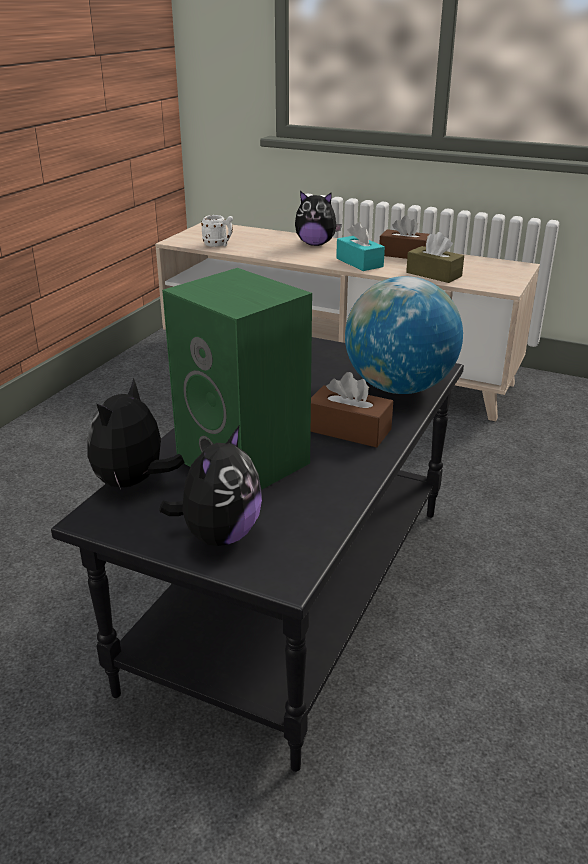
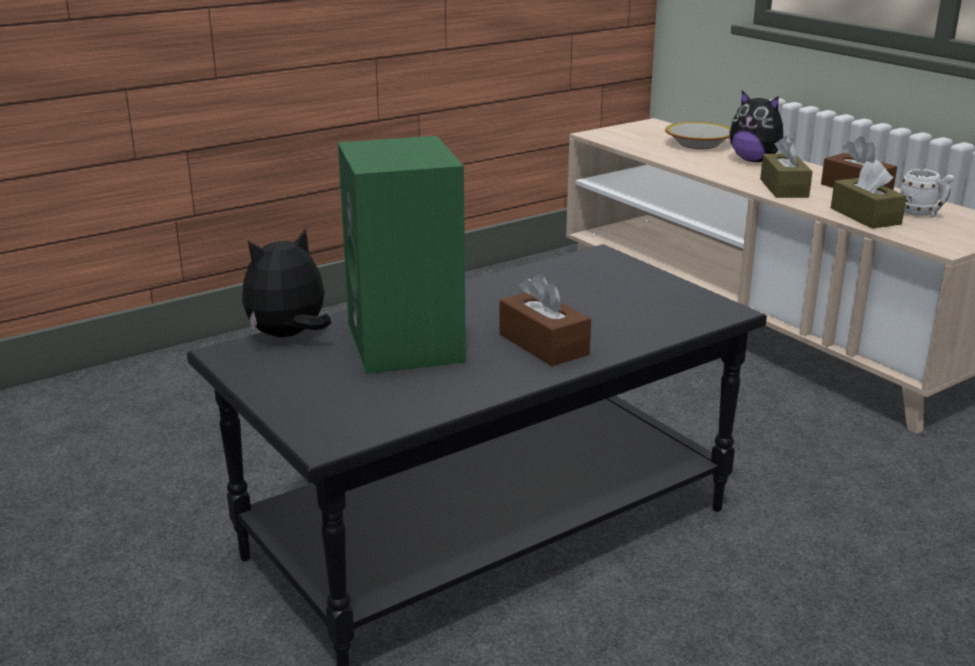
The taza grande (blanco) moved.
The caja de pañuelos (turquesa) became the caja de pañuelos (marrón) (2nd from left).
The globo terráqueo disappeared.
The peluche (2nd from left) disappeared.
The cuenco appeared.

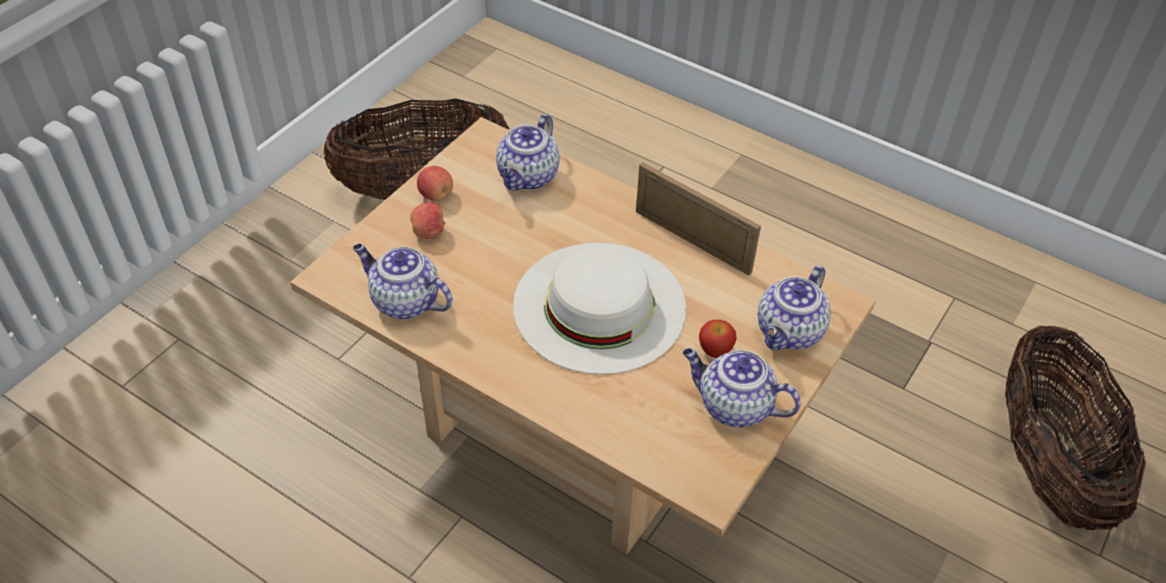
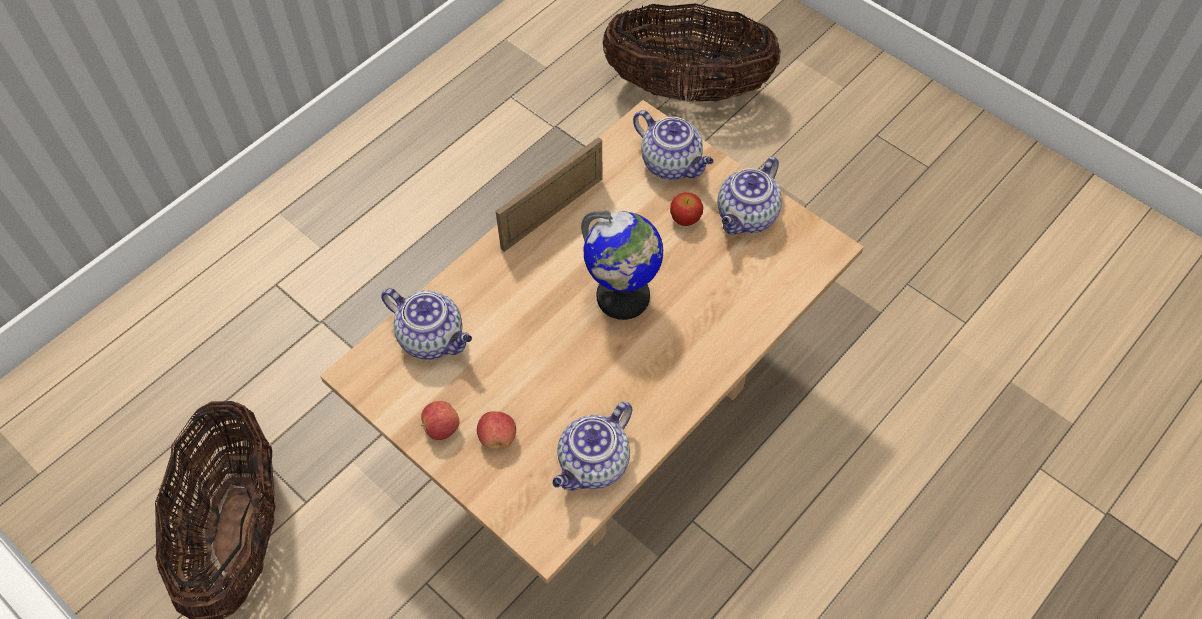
The sombrero (blanco) was replaced by the globo terráqueo.

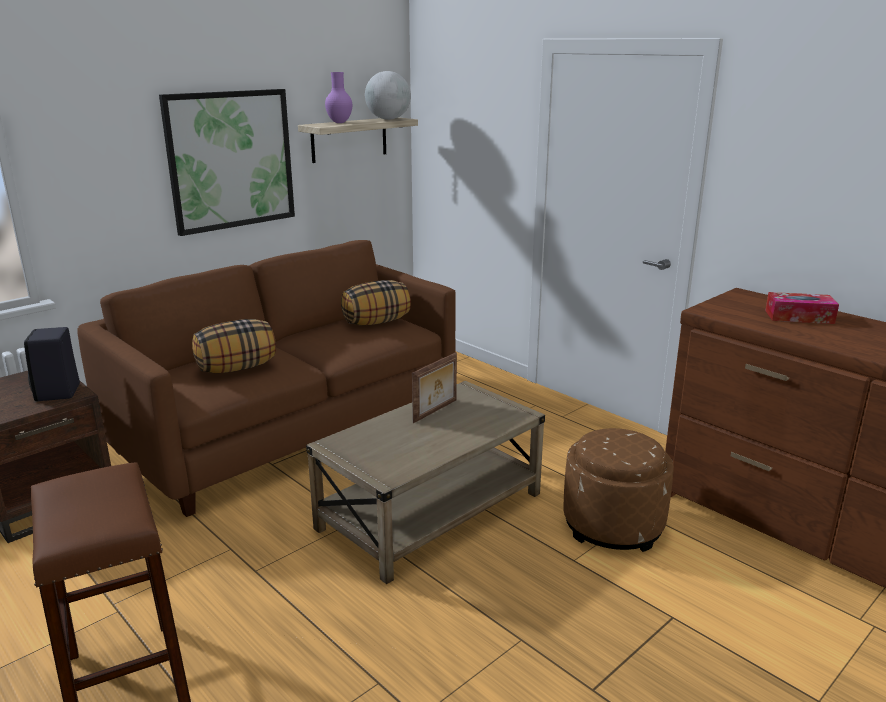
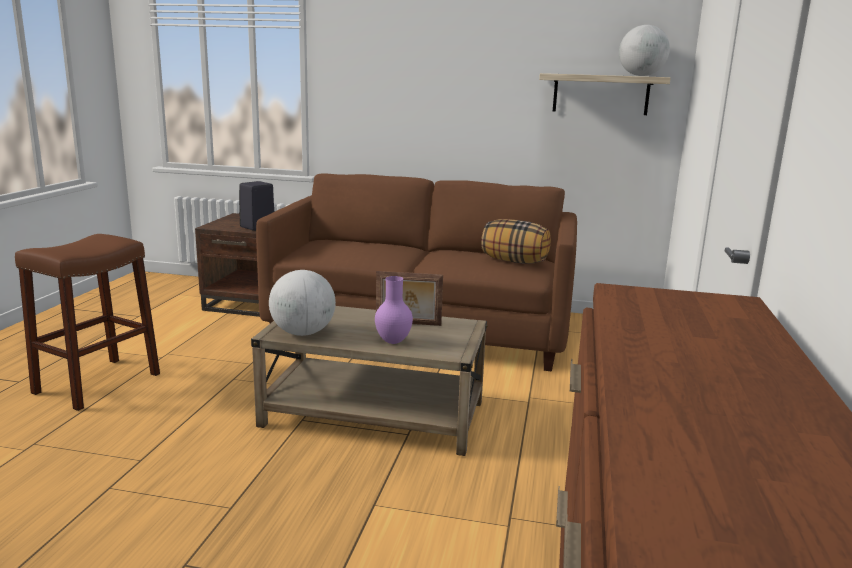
The florero (morado) moved.
The cuadro disappeared.
The caja de pañuelos disappeared.
The cojín (1st from left) disappeared.
The puf (marrón) disappeared.
The globo terráqueo (1st from left) appeared.

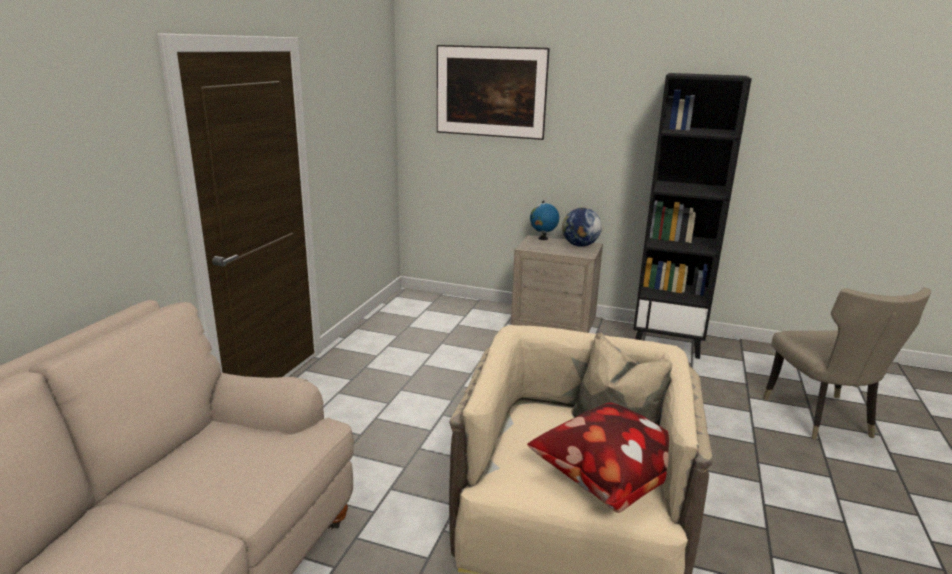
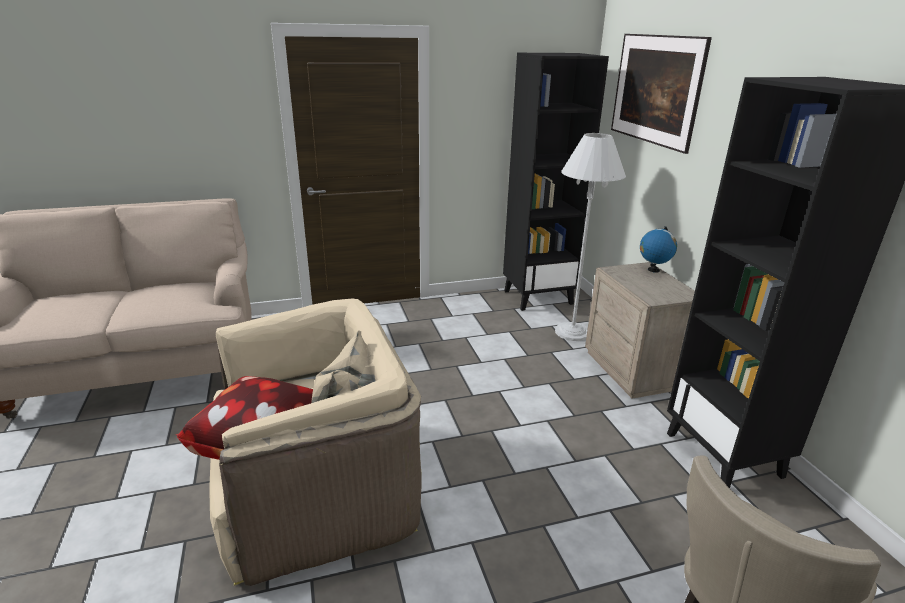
The globo terráqueo (2nd from left) disappeared.
The estantería (negro) (1st from left) appeared.
The lámpara de pie (blanco) appeared.

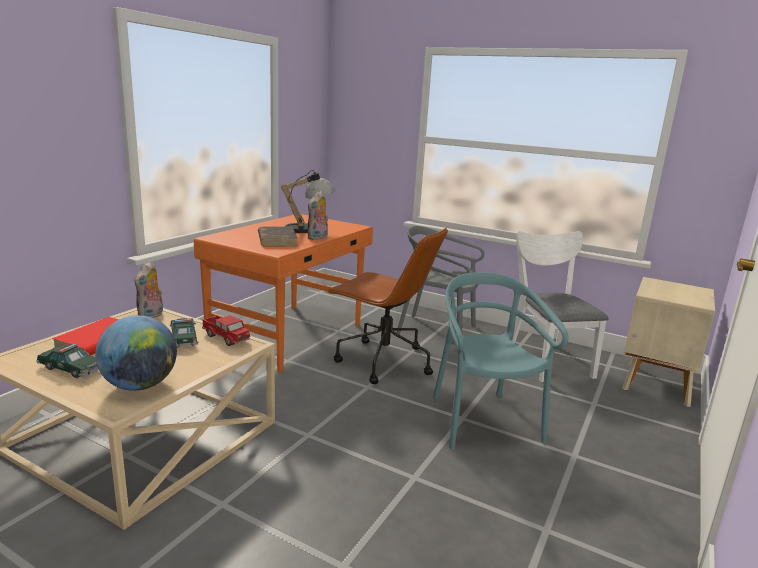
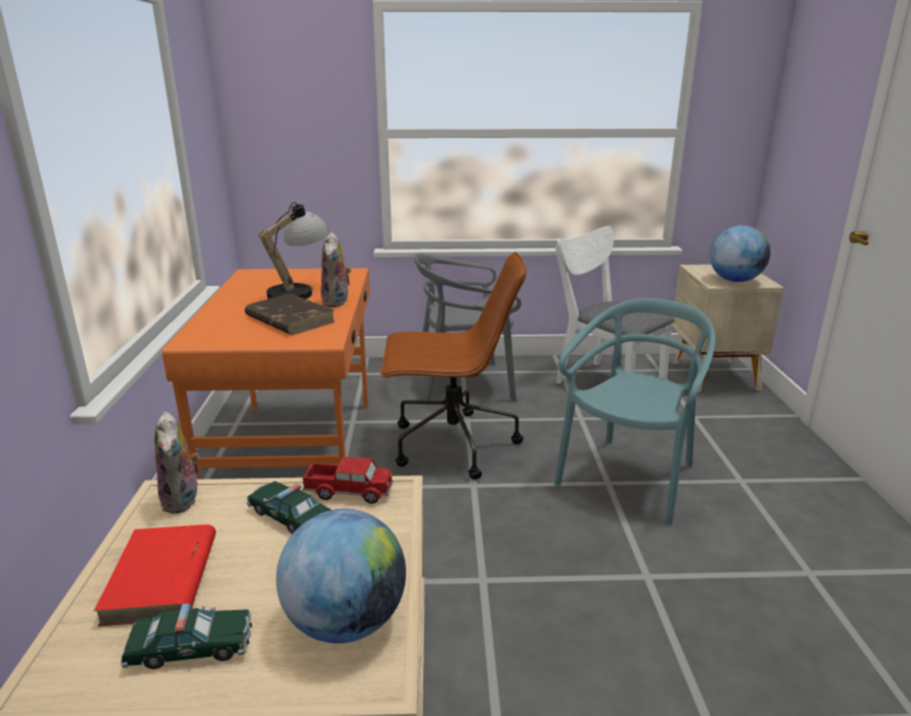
The silla (turquesa) turned 75 degrees clockwise.
The globo terráqueo (2nd from left) appeared.

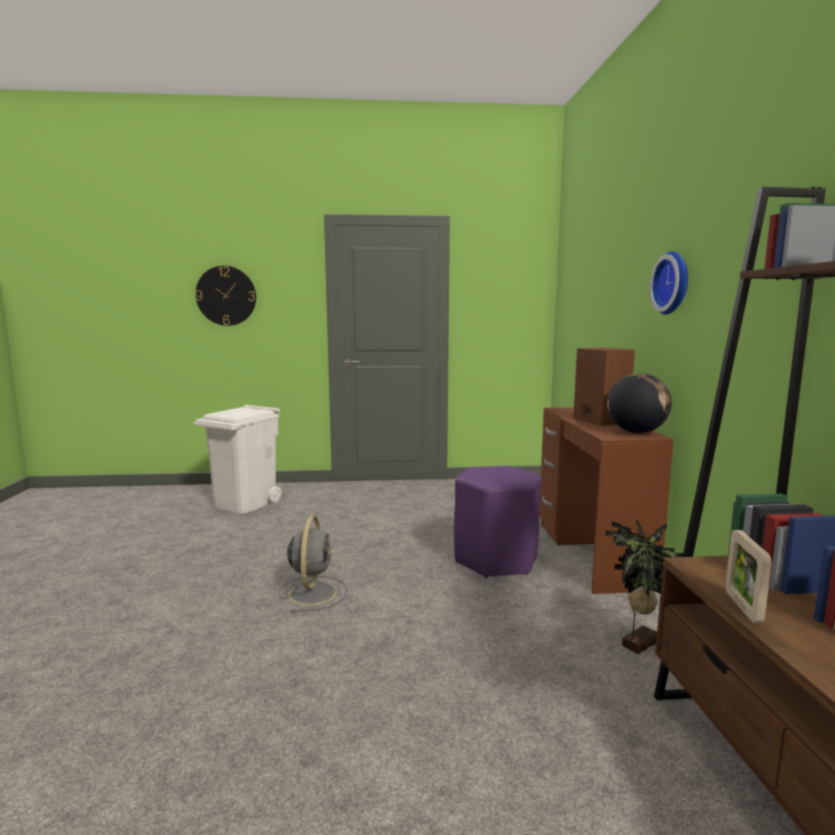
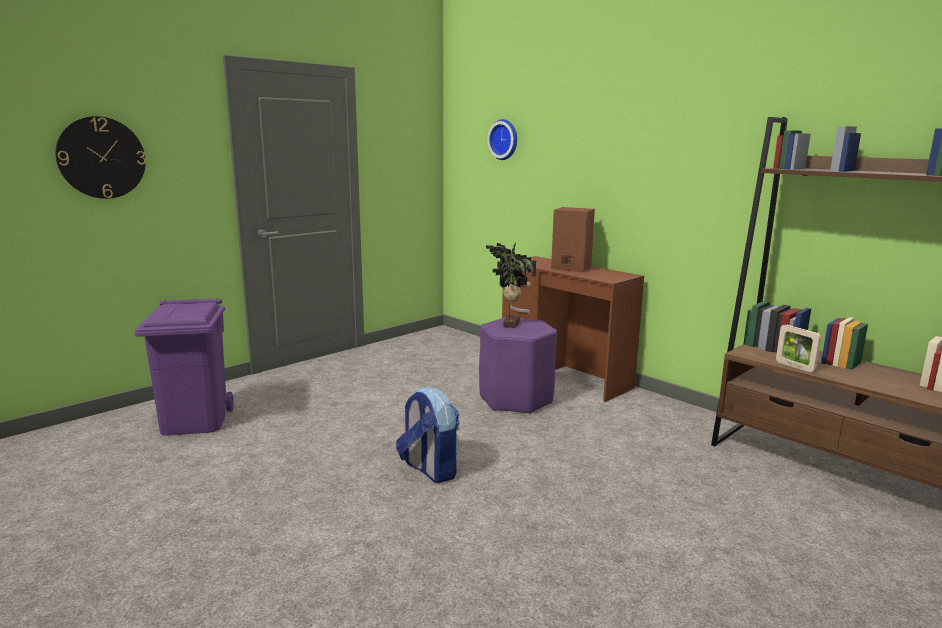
The reloj de pared (2nd from left) moved.
The globo terráqueo disappeared.
The papelera (blanco) became the papelera (morado).
The ventilador (gris) was replaced by the mochila.
The planta en maceta moved.

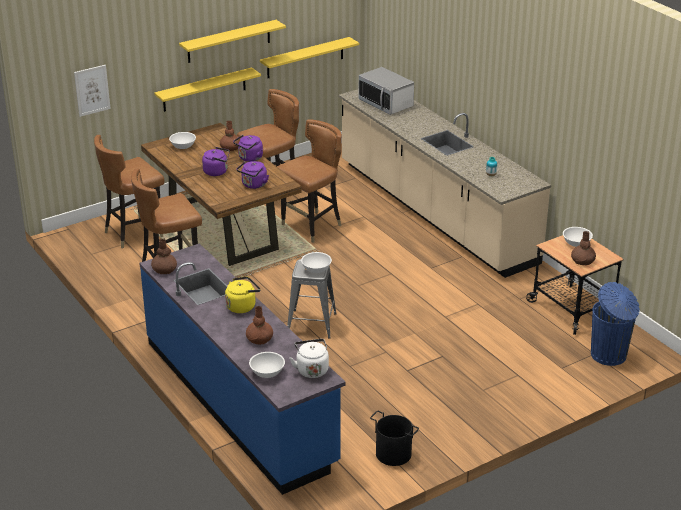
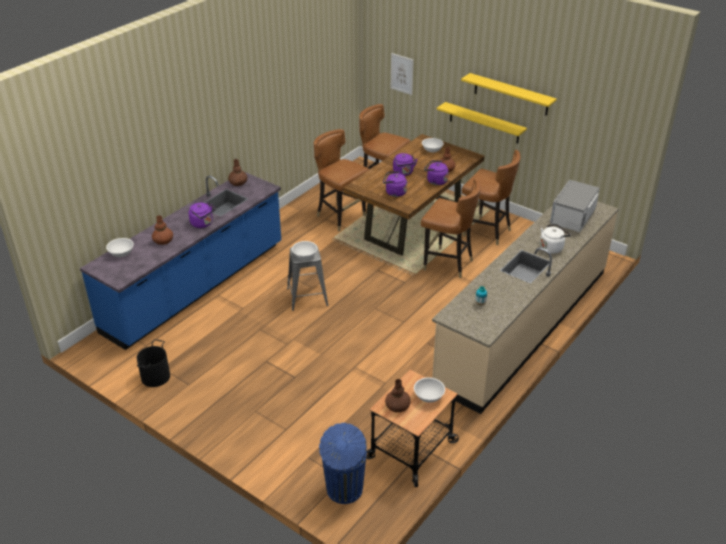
The estante (amarillo) (3rd from left) disappeared.
The hervidor (amarillo) became the hervidor (morado) (1st from left).
The hervidor (blanco) moved.

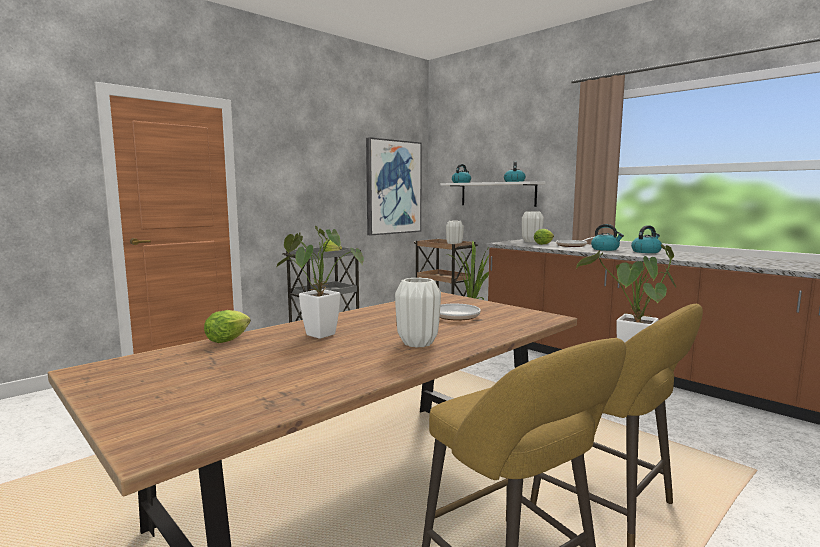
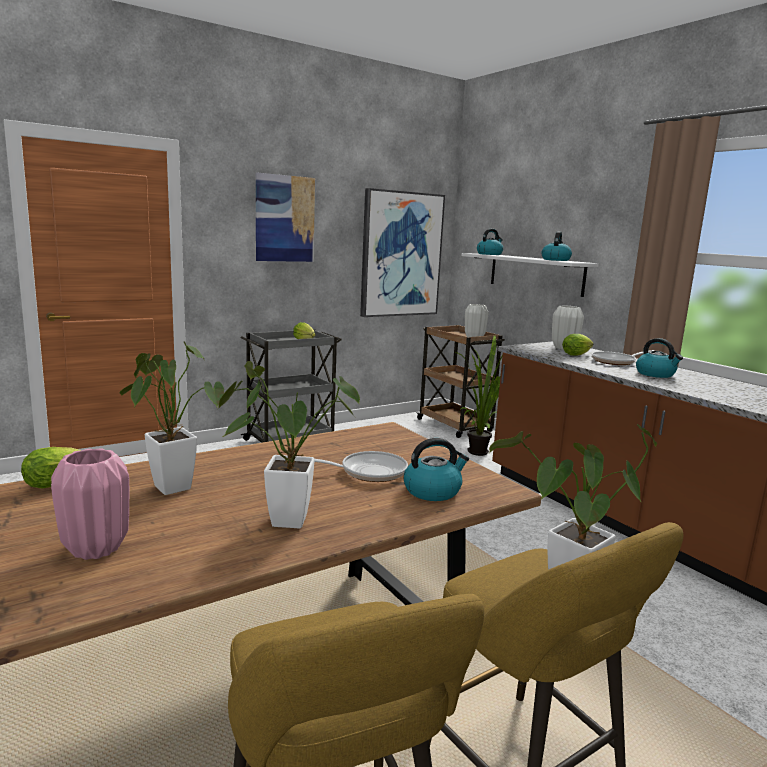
The hervidor (4th from left in the first image) moved.
The florero (blanco) (1st from left) was replaced by the planta en maceta (2nd from left).
The cuadro (1st from left) appeared.
The florero (rosa) appeared.

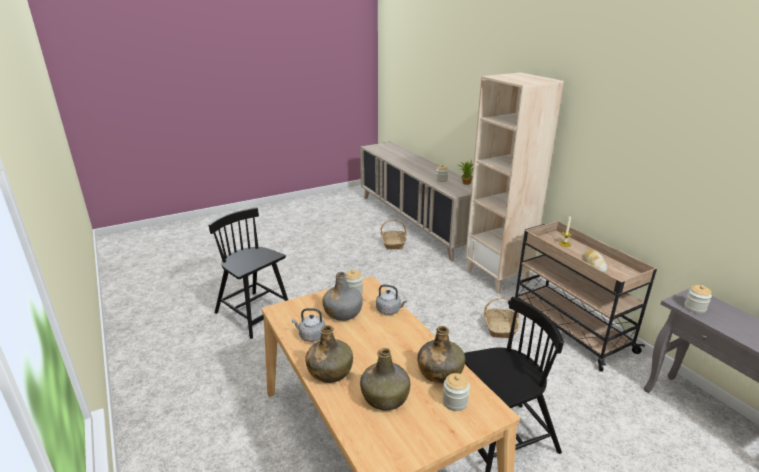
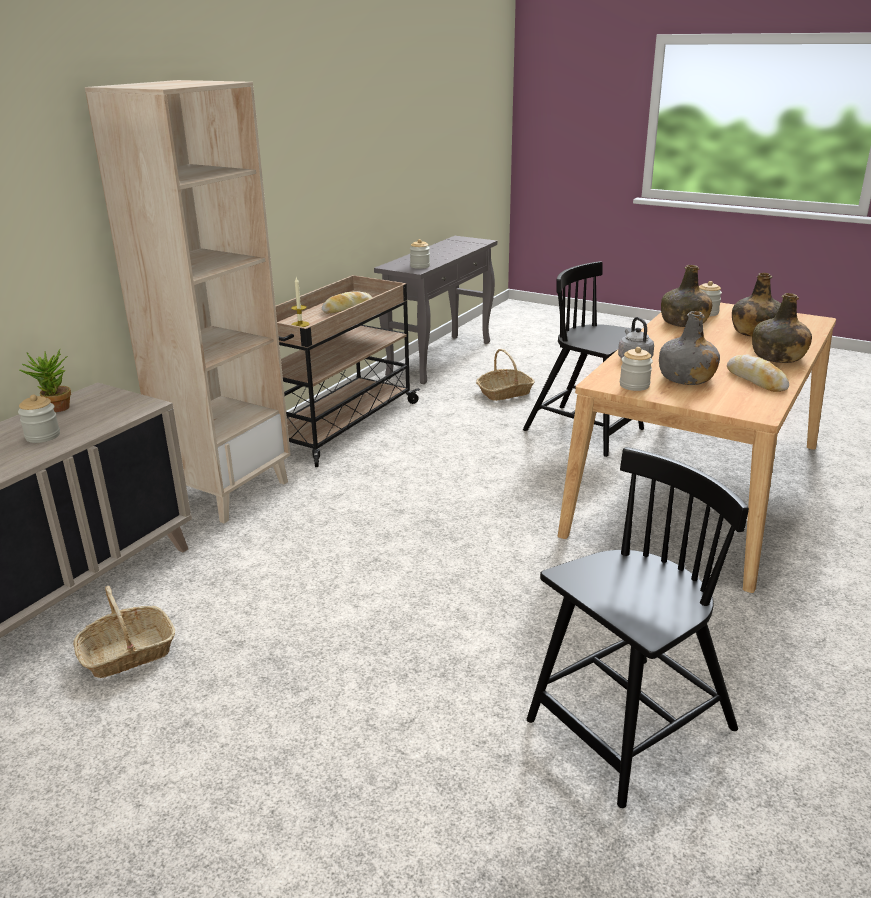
The silla (negro) (1st from left in the first image) turned 135 degrees counterclockwise.
The cesta (2nd from left) moved.
The hervidor (gris) (1st from left) was replaced by the pan (2nd from left).

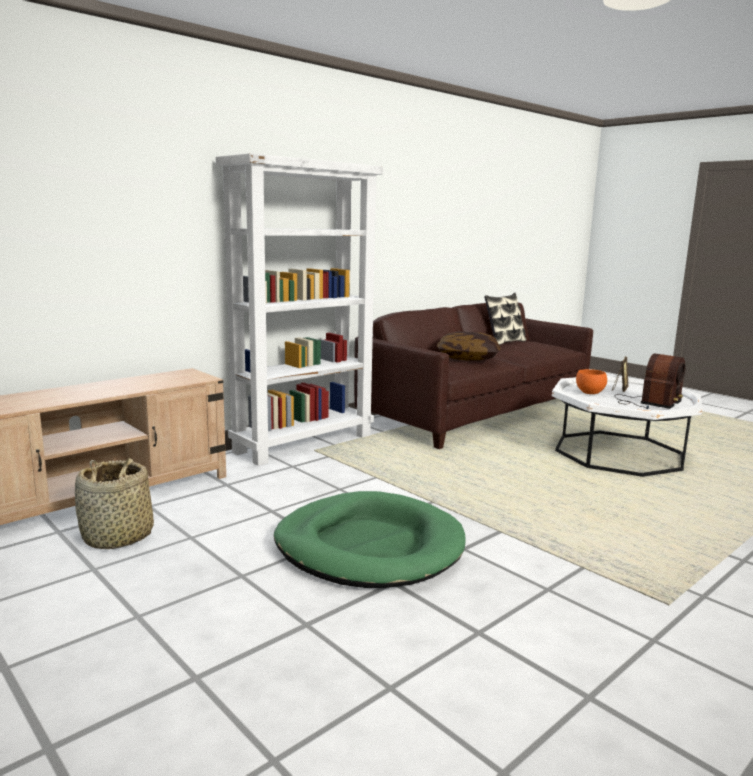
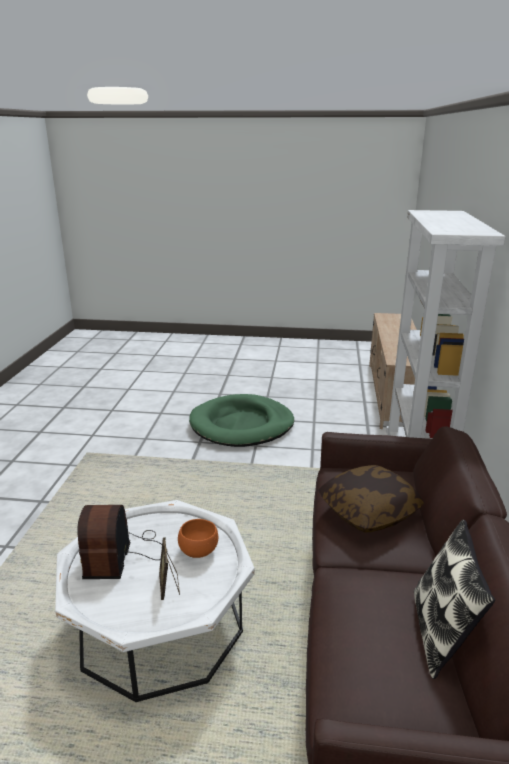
The cesta disappeared.

